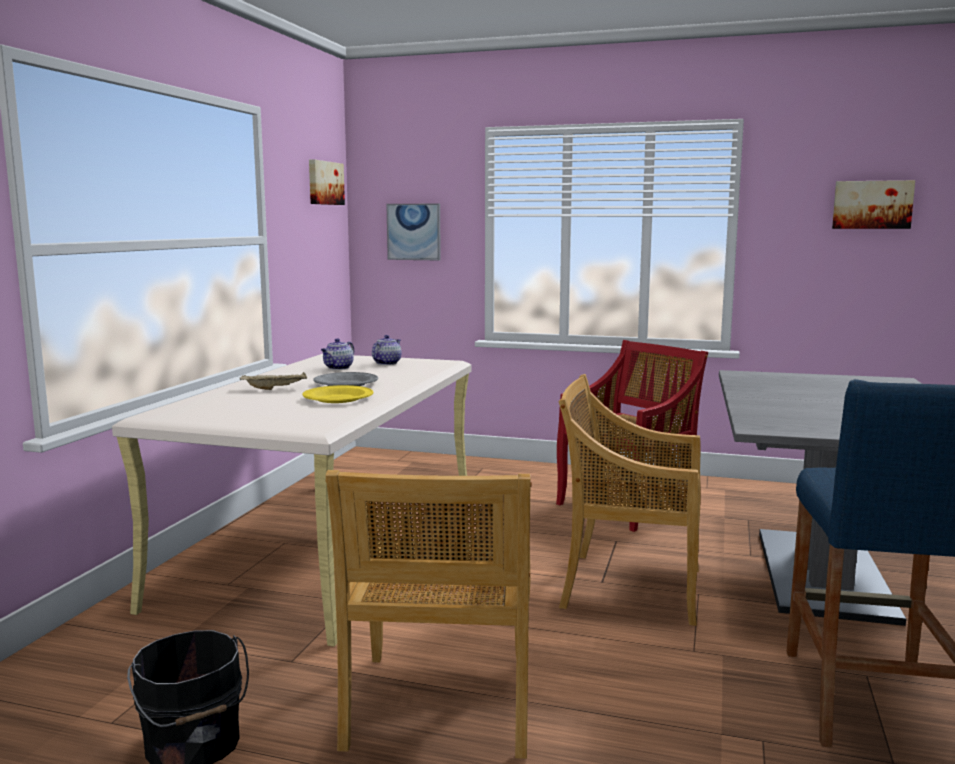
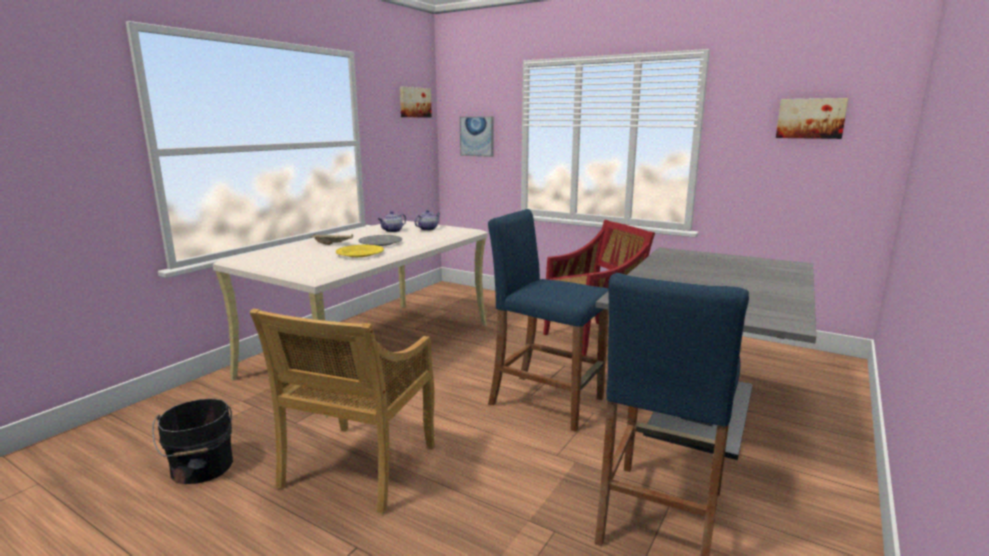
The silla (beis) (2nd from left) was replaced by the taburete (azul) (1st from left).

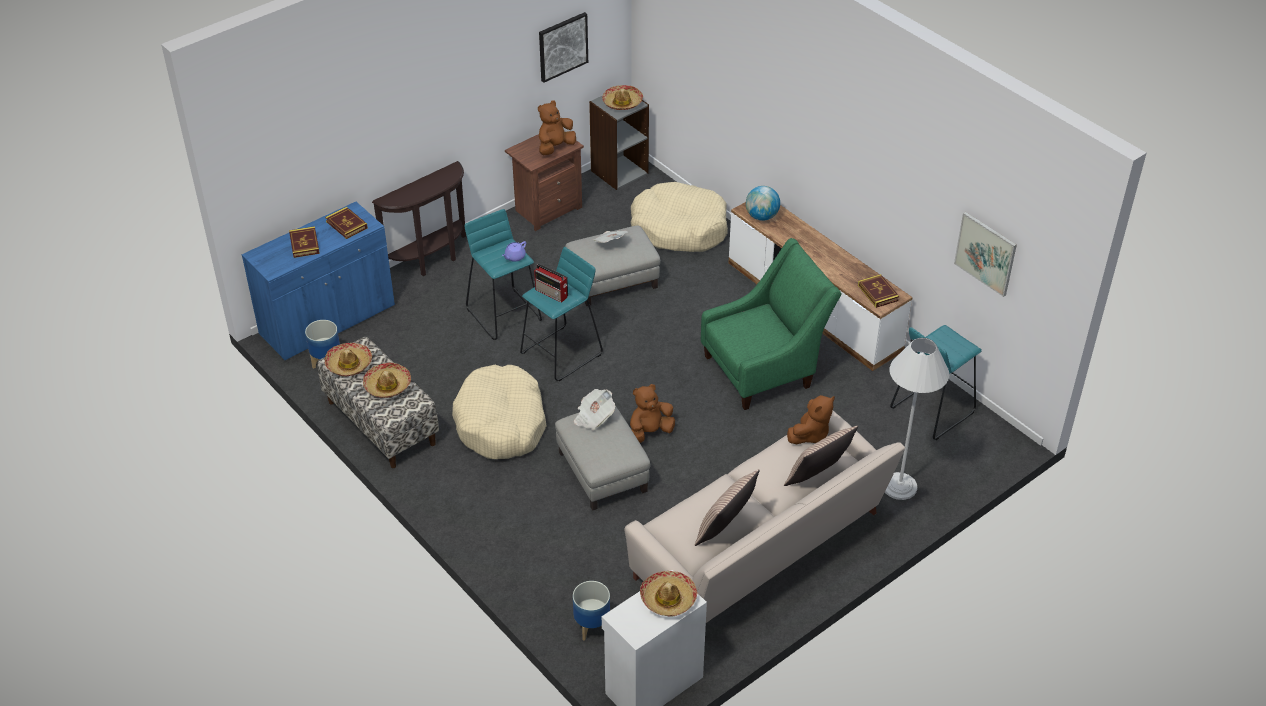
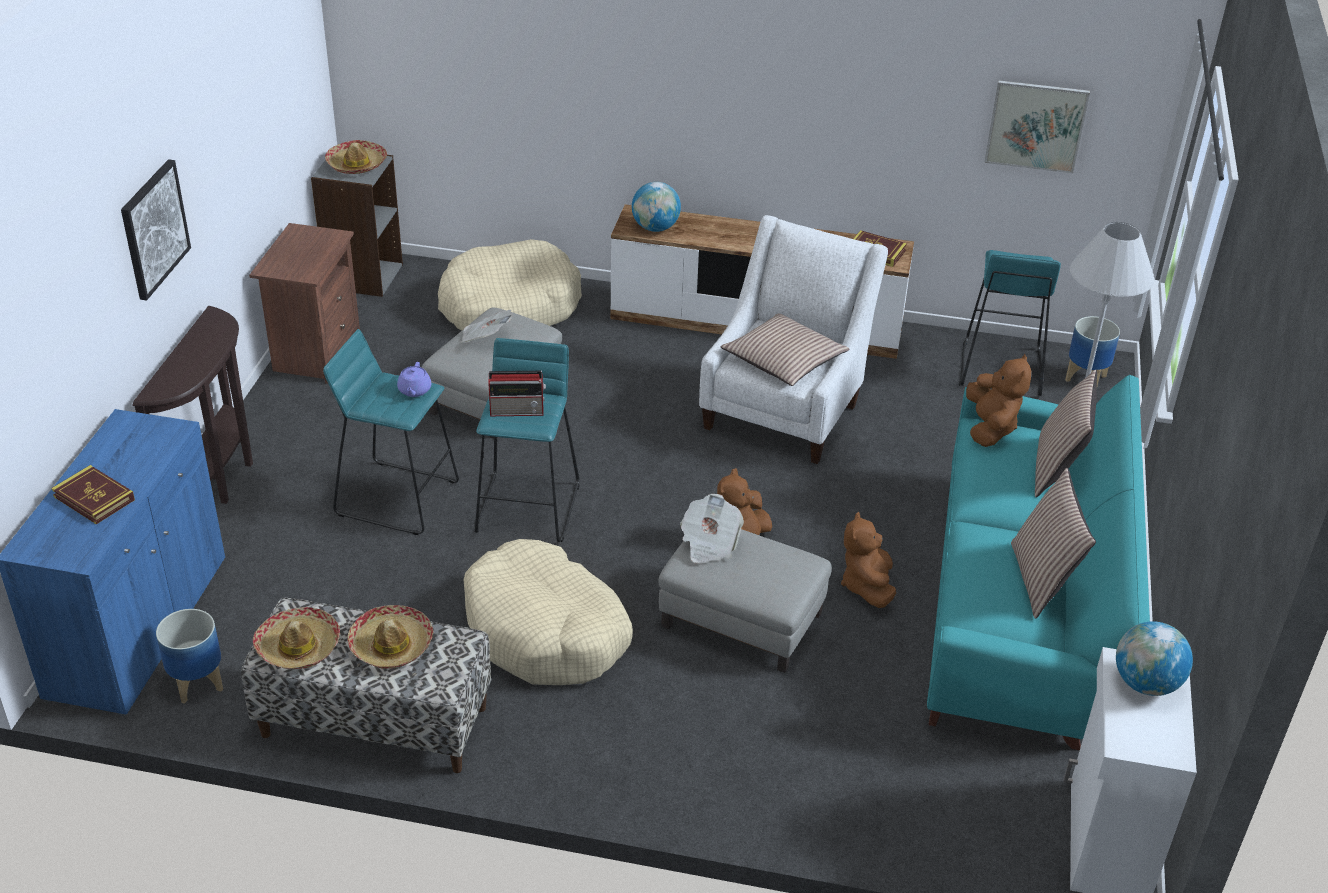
The cuadro (1st from left) moved.
The peluche (marrón) (1st from left in the first image) moved.
The libro (2nd from left) disappeared.
The sillón (verde) became the sillón (blanco).
The sofá (beis) became the sofá (turquesa).
The sombrero (4th from left) was replaced by the globo terráqueo (2nd from left).
The maceta (2nd from left) moved.
The cojín (1st from left) appeared.

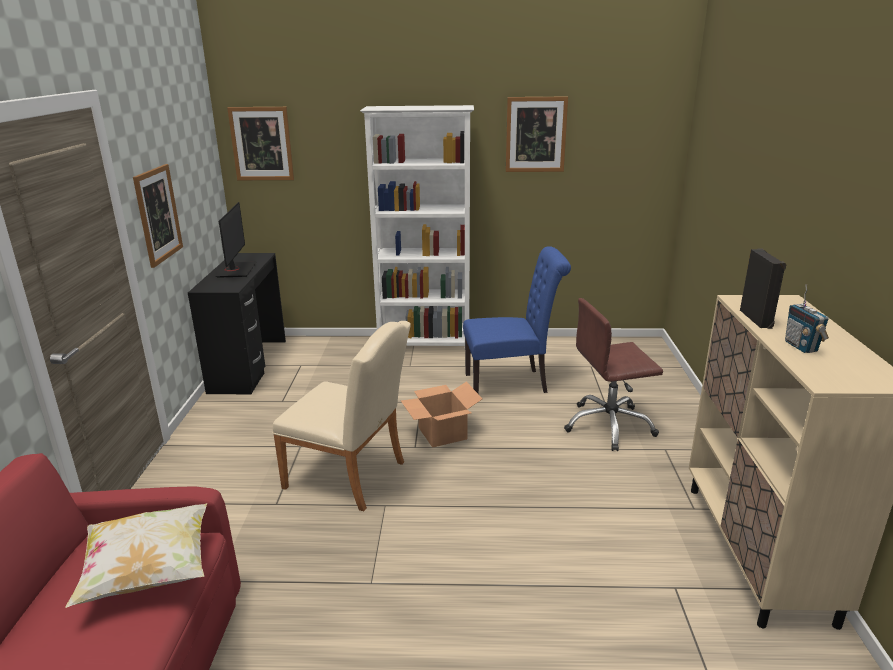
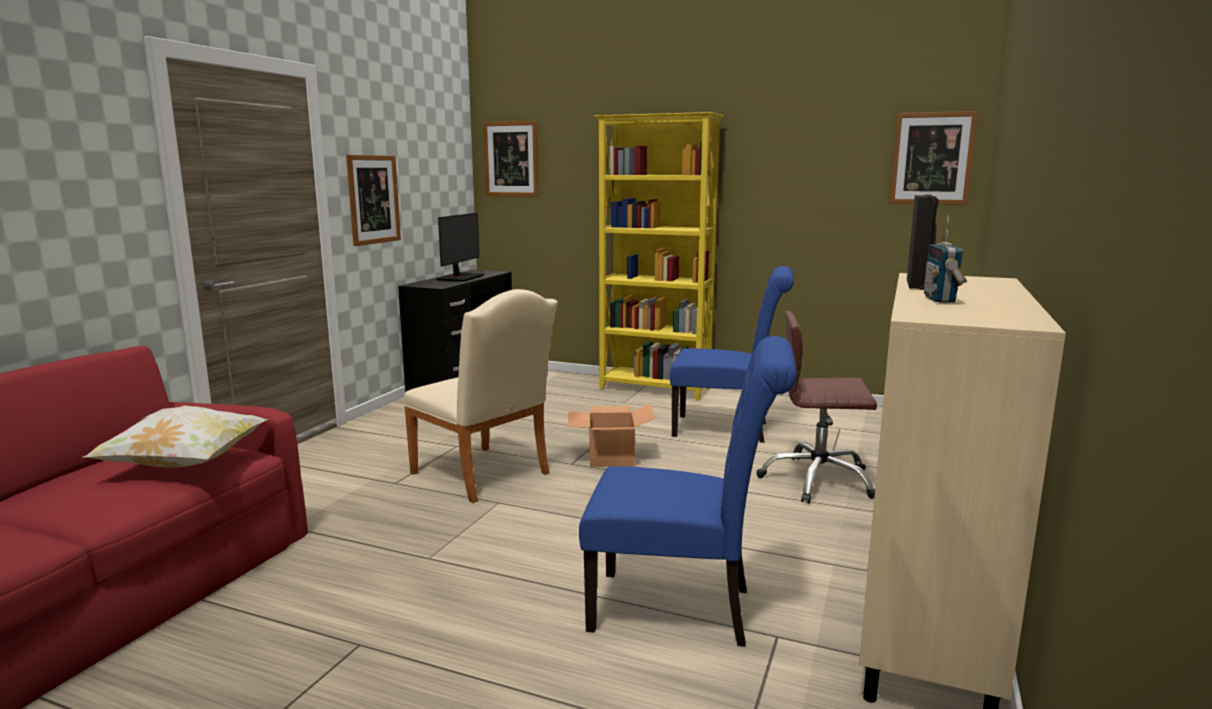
The cuadro (3rd from left) moved.
The estantería (blanco) became the estantería (amarillo).
The silla (azul) (1st from left) appeared.

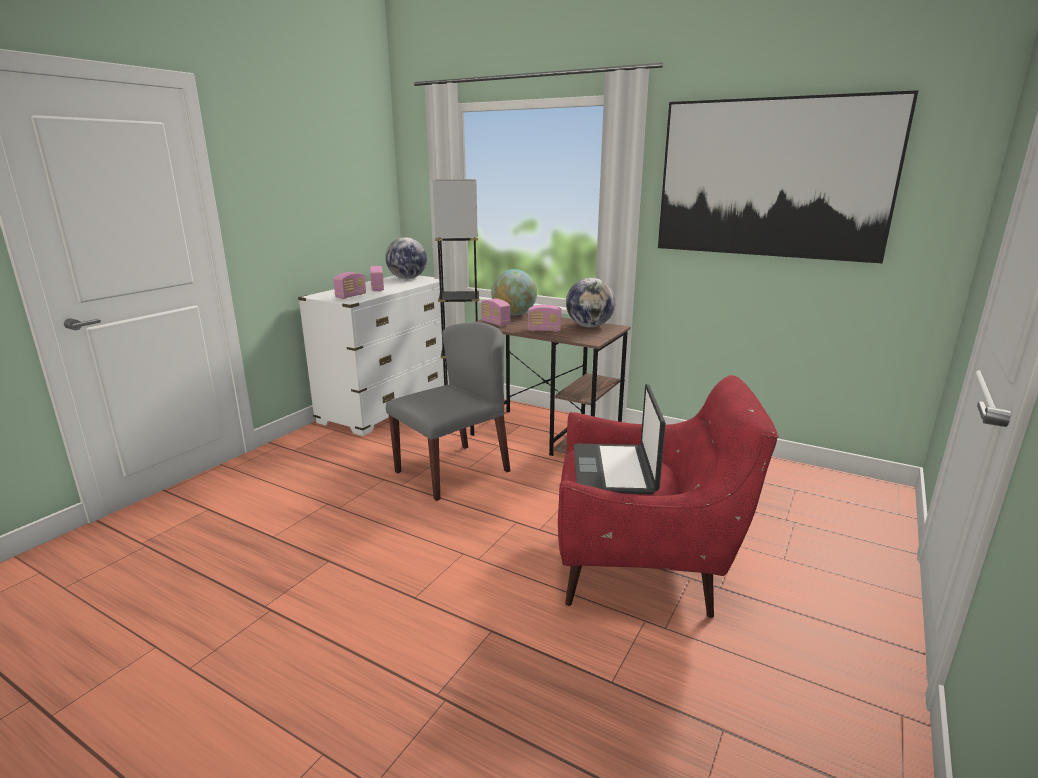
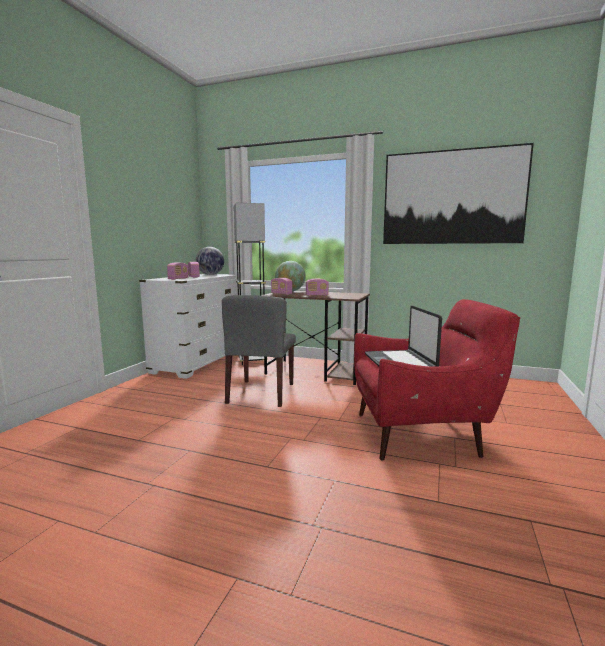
The globo terráqueo (3rd from left) disappeared.
The silla (gris) turned 150 degrees clockwise.

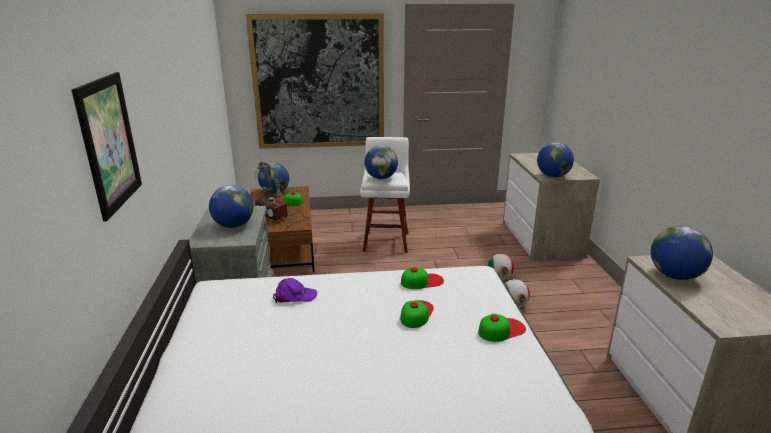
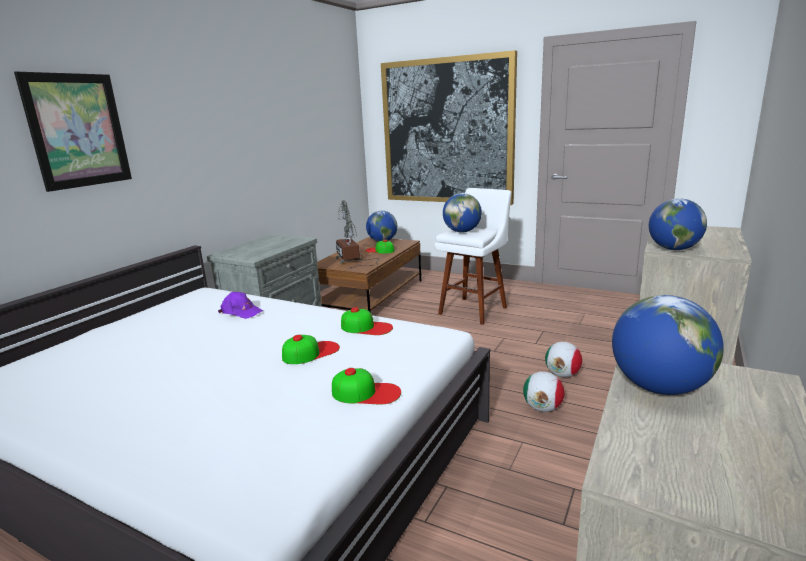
The globo terráqueo (1st from left) disappeared.

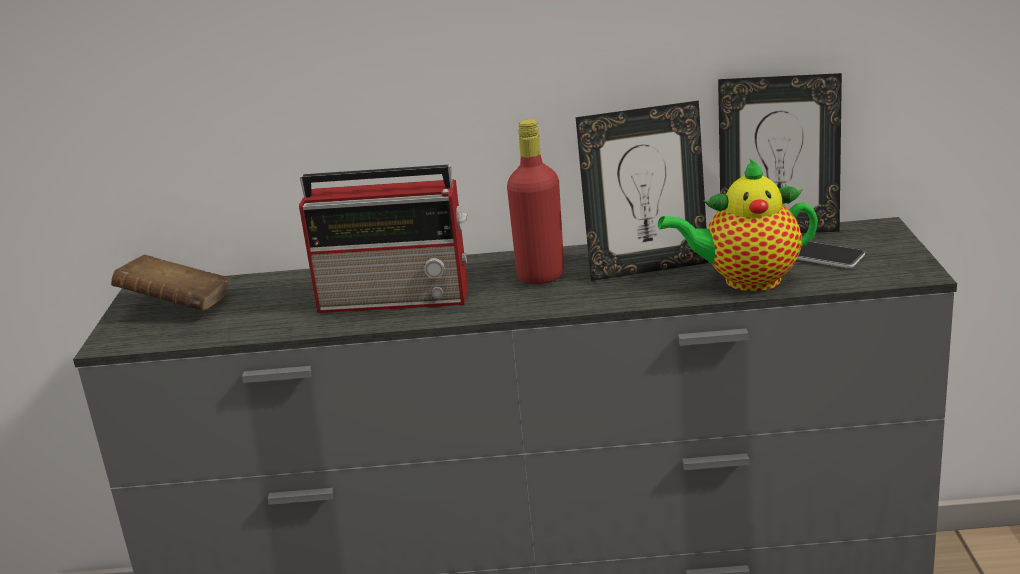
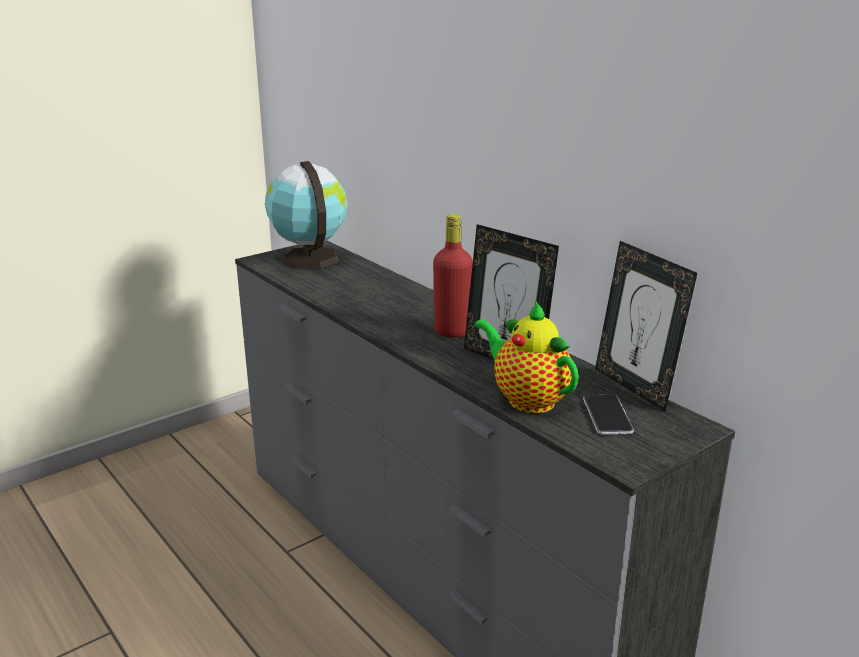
The radio disappeared.
The libro (marrón) was replaced by the globo terráqueo.

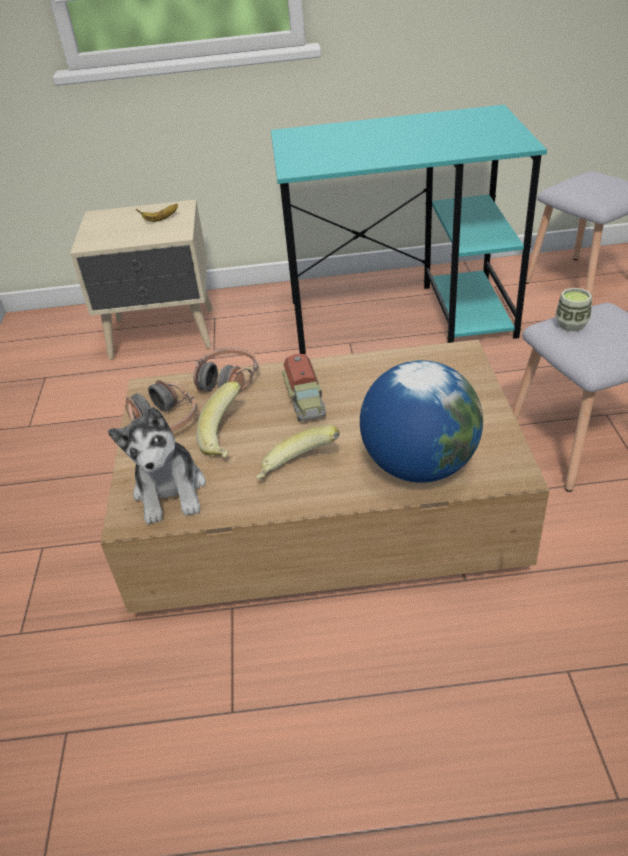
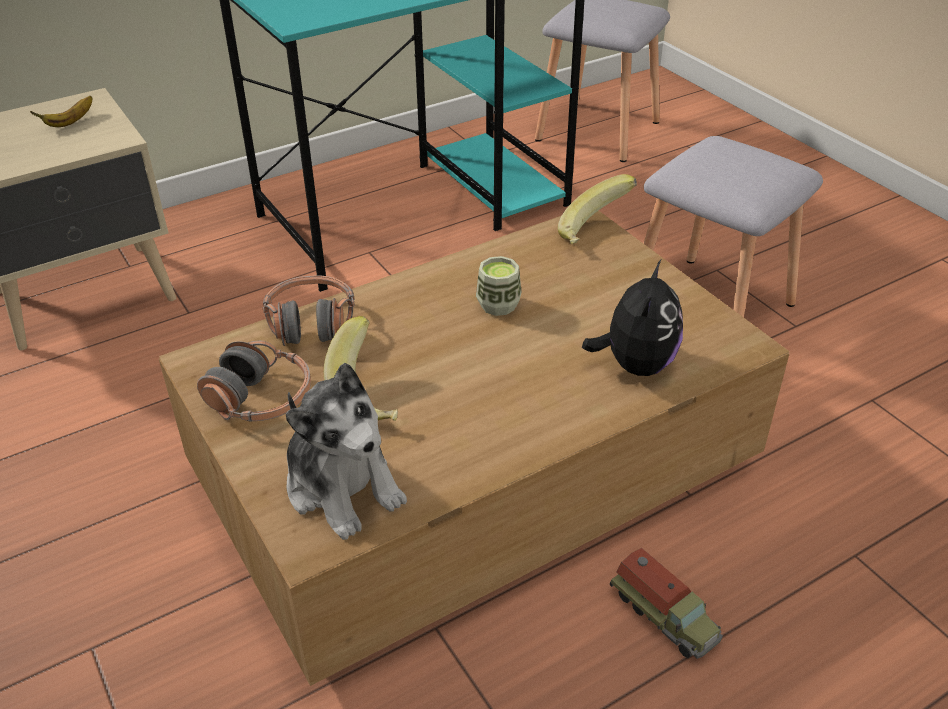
The taza moved.
The camión de juguete moved.
The globo terráqueo was replaced by the peluche (2nd from left).
The plátano (3rd from left) moved.

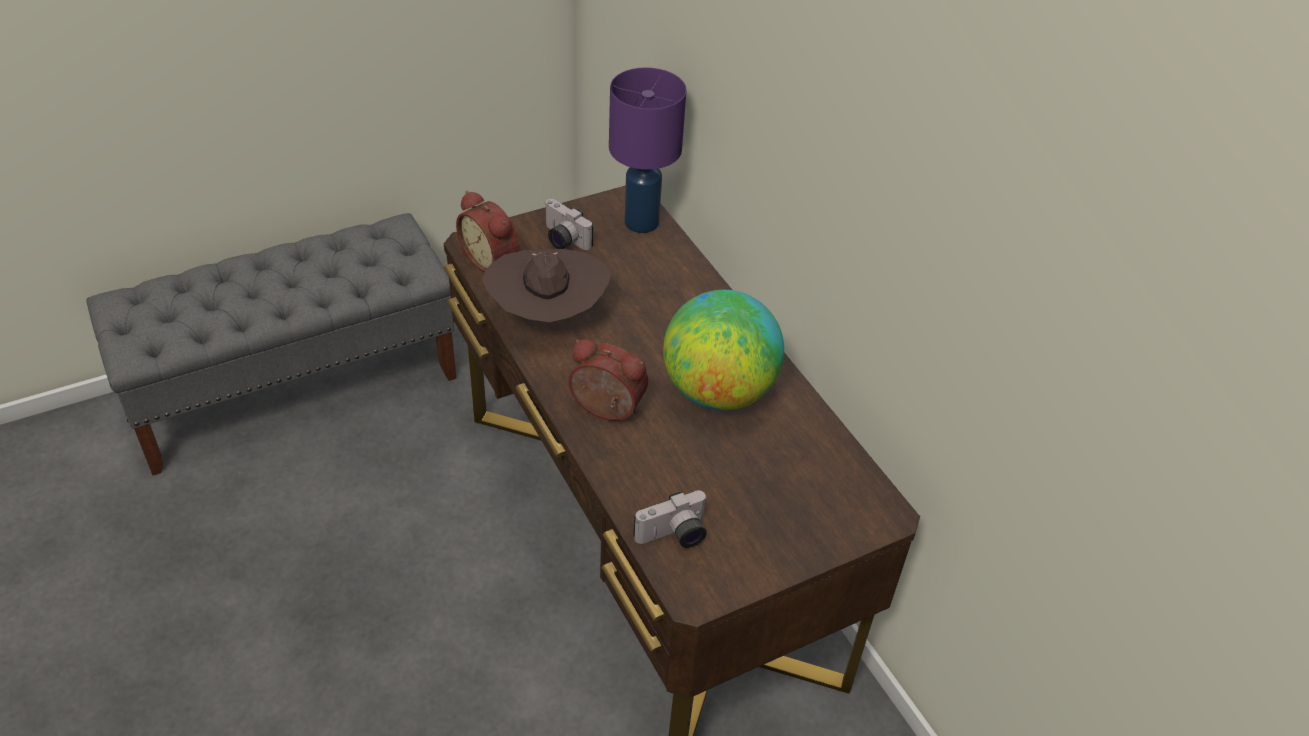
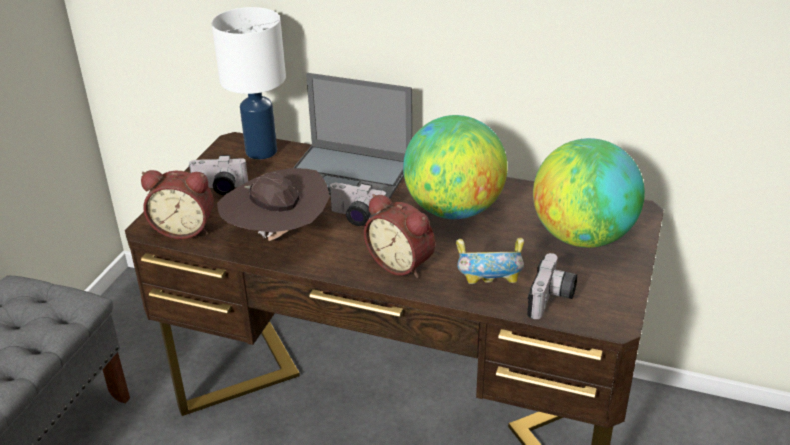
The lámpara de mesa (morado) became the lámpara de mesa (blanco).
The despertador (2nd from left) turned 120 degrees counterclockwise.
The portátil appeared.
The globo terráqueo (2nd from left) appeared.
The cámara (2nd from left) appeared.
The cuenco appeared.

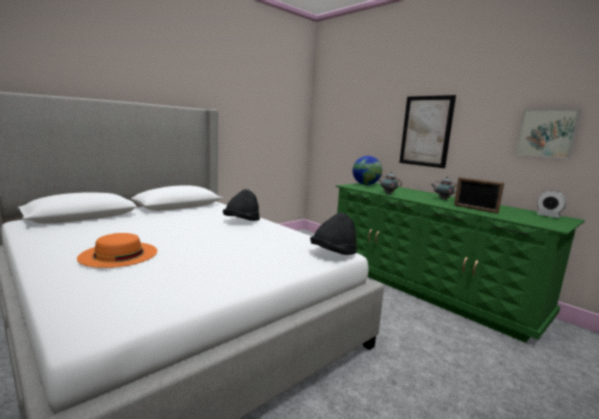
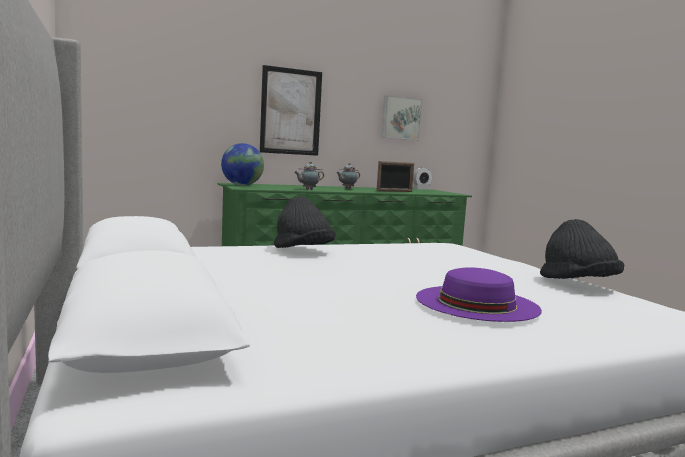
The sombrero (negro) (2nd from left) moved.
The sombrero (naranja) became the sombrero (morado).

